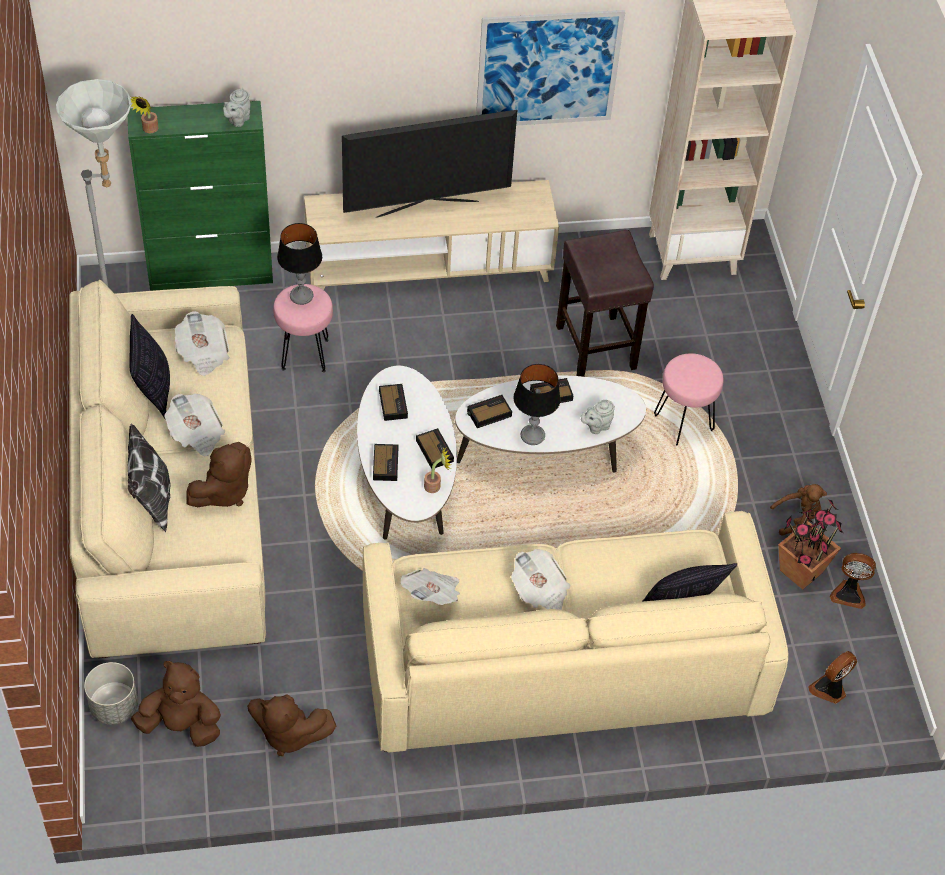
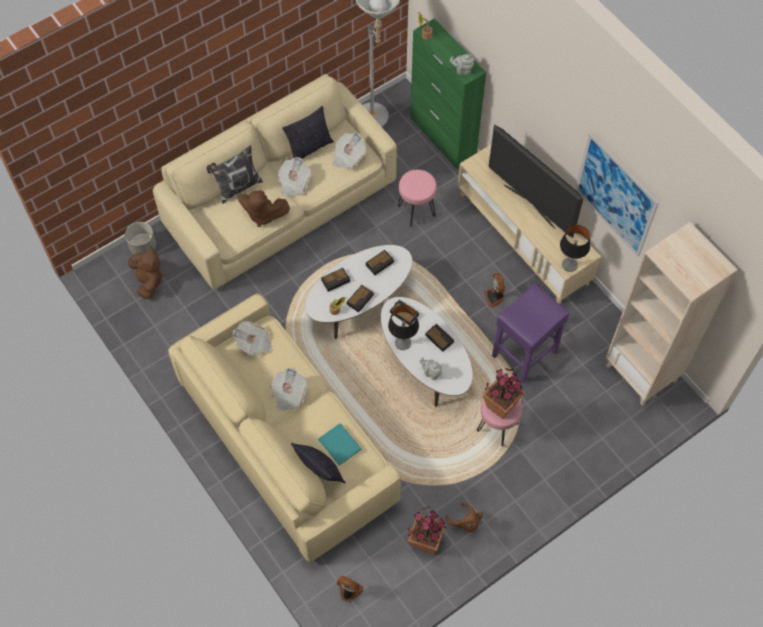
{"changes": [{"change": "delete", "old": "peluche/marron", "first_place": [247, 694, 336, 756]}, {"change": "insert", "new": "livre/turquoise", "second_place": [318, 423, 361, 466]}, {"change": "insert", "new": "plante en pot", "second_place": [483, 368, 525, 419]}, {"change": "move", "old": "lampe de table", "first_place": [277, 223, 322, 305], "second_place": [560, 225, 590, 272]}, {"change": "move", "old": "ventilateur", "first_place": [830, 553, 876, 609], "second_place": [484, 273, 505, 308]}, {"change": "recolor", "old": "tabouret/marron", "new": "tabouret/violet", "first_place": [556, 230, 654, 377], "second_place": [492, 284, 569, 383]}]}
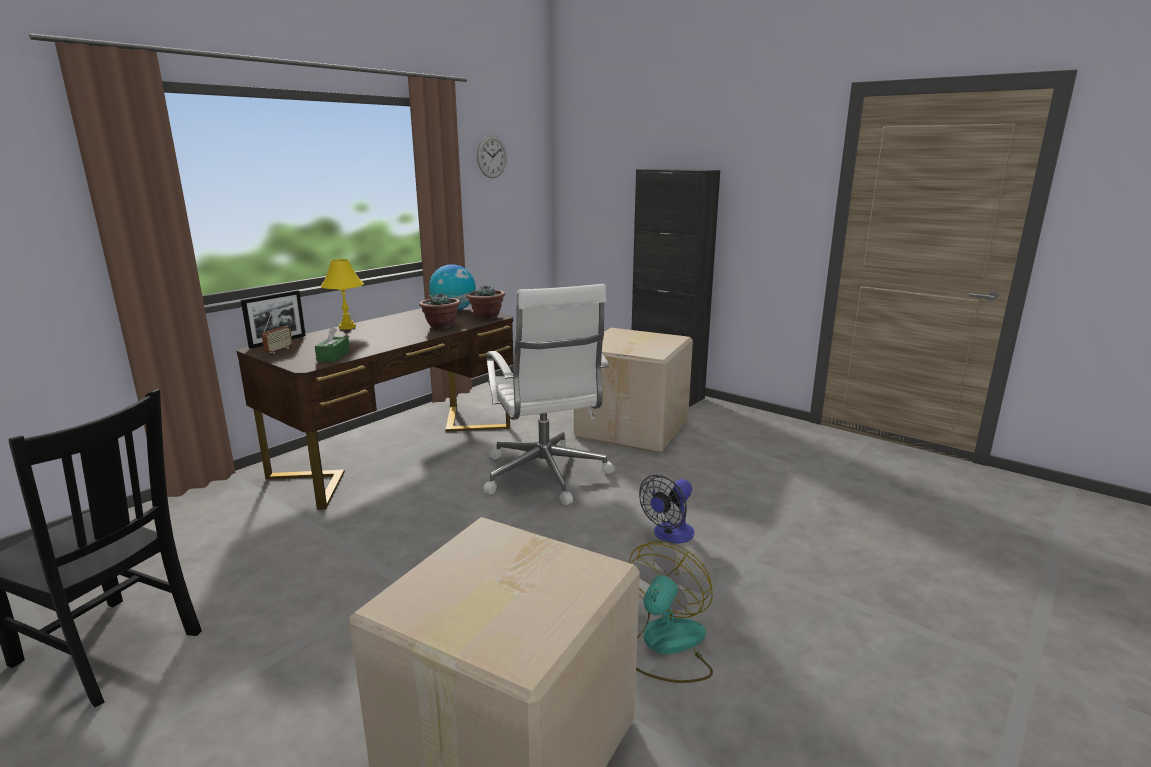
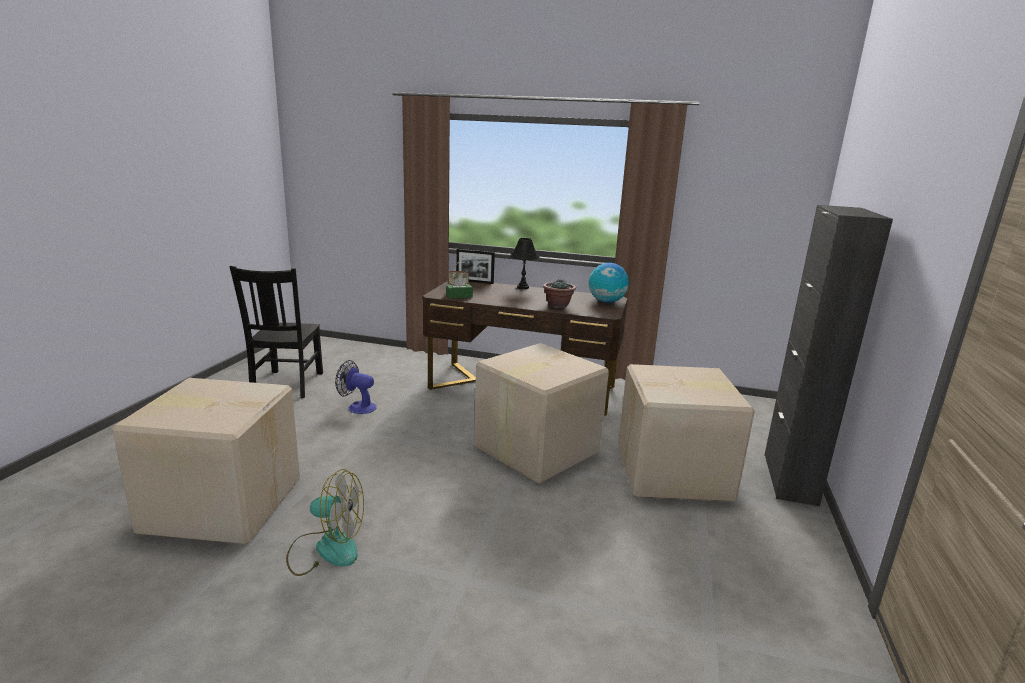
{"changes": [{"change": "delete", "old": "plante en pot", "first_place": [466, 285, 505, 319]}, {"change": "delete", "old": "horloge murale", "first_place": [477, 135, 507, 178]}, {"change": "move", "old": "ventilateur", "first_place": [639, 475, 694, 544], "second_place": [335, 360, 377, 414]}, {"change": "replace", "old": "chaise de bureau/blanc", "new": "carton", "first_place": [483, 284, 615, 505], "second_place": [474, 343, 609, 484]}, {"change": "recolor", "old": "lampe de table/jaune", "new": "lampe de table/noir", "first_place": [321, 259, 364, 330], "second_place": [510, 238, 540, 289]}]}
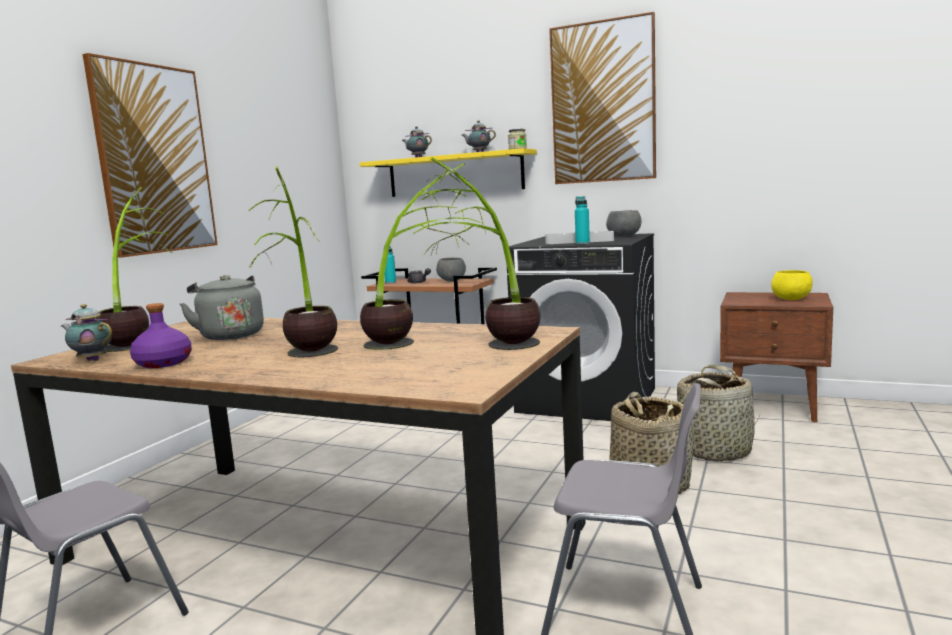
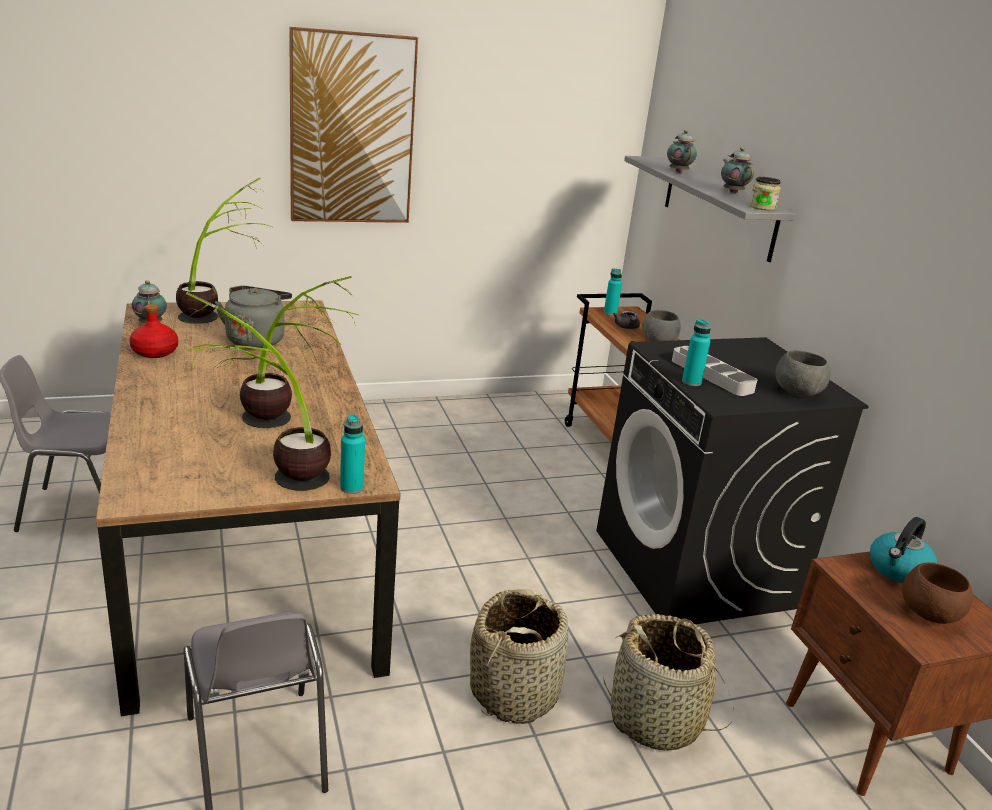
{"changes": [{"change": "delete", "old": "plante en pot", "first_place": [249, 167, 338, 357]}, {"change": "delete", "old": "tableau", "first_place": [549, 12, 656, 184]}, {"change": "insert", "new": "bouteille/turquoise", "second_place": [340, 414, 365, 494]}, {"change": "insert", "new": "bouilloire", "second_place": [870, 517, 937, 583]}, {"change": "recolor", "old": "bouteille/violet", "new": "bouteille/rouge", "first_place": [130, 303, 192, 368], "second_place": [129, 304, 178, 358]}, {"change": "recolor", "old": "étagère/jaune", "new": "étagère/gris", "first_place": [360, 148, 537, 197], "second_place": [624, 156, 796, 262]}, {"change": "recolor", "old": "bol/jaune", "new": "bol/marron", "first_place": [771, 270, 813, 300], "second_place": [902, 562, 973, 624]}]}
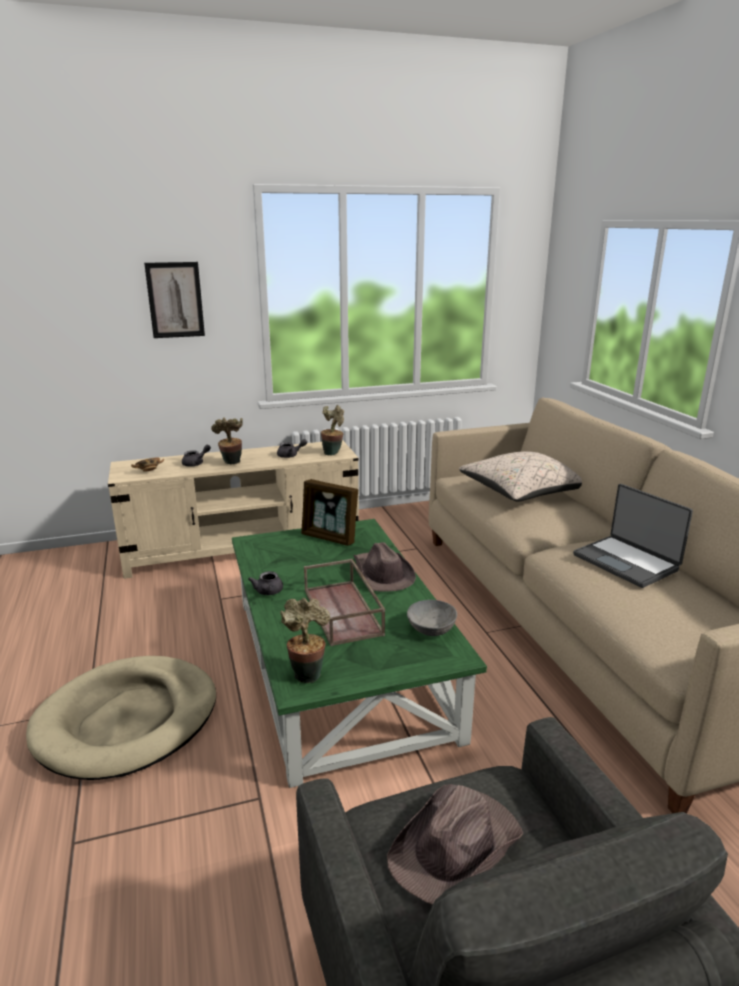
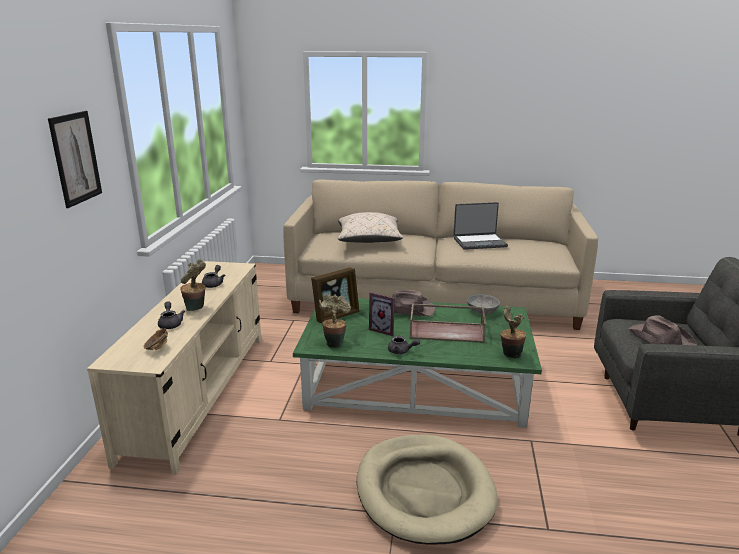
{"changes": [{"change": "insert", "new": "cadre photo", "second_place": [369, 292, 395, 336]}, {"change": "move", "old": "plante en pot", "first_place": [321, 405, 344, 455], "second_place": [319, 294, 351, 348]}]}
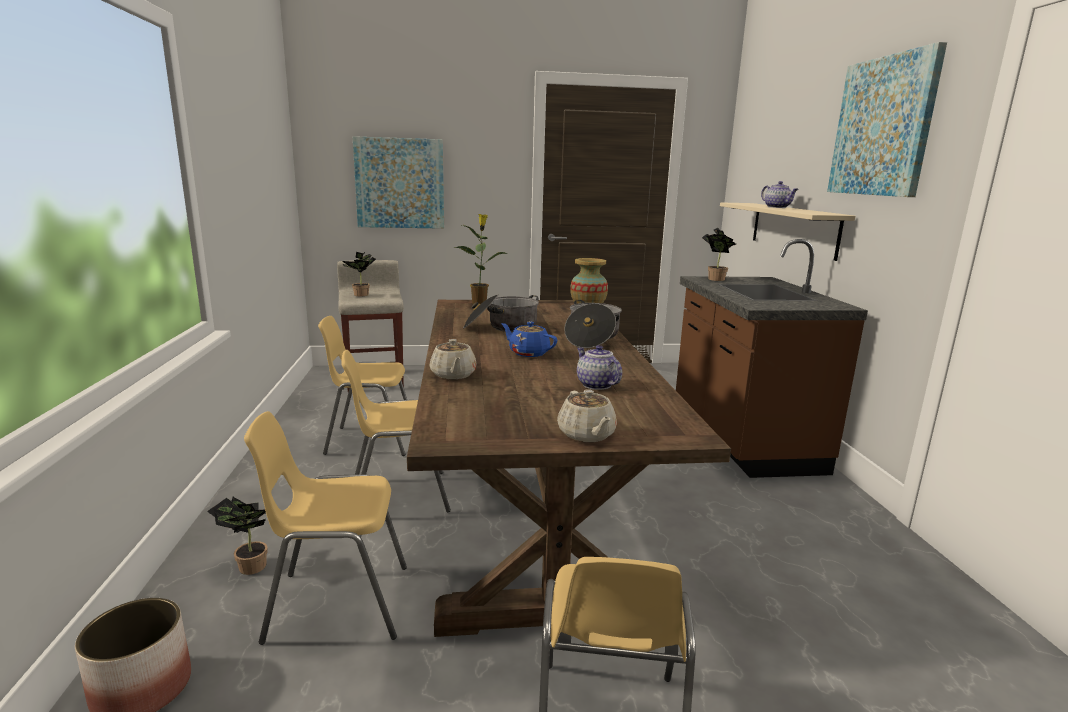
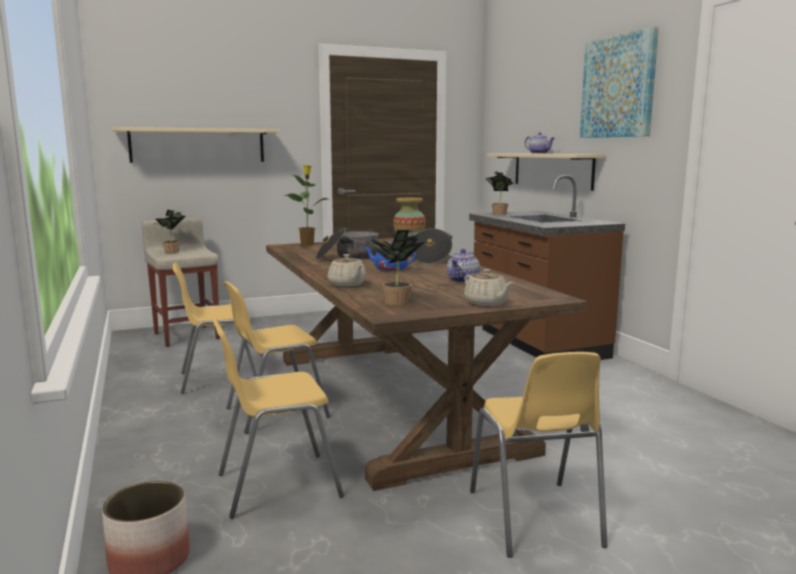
{"changes": [{"change": "move", "old": "plante en pot", "first_place": [207, 497, 268, 575], "second_place": [365, 228, 426, 306]}, {"change": "replace", "old": "tableau", "new": "étagère/beige", "first_place": [353, 136, 444, 229], "second_place": [112, 127, 280, 163]}, {"change": "rotate", "old": "théière", "first_place": [577, 345, 622, 390], "second_place": [447, 249, 480, 283], "degrees": -105}]}
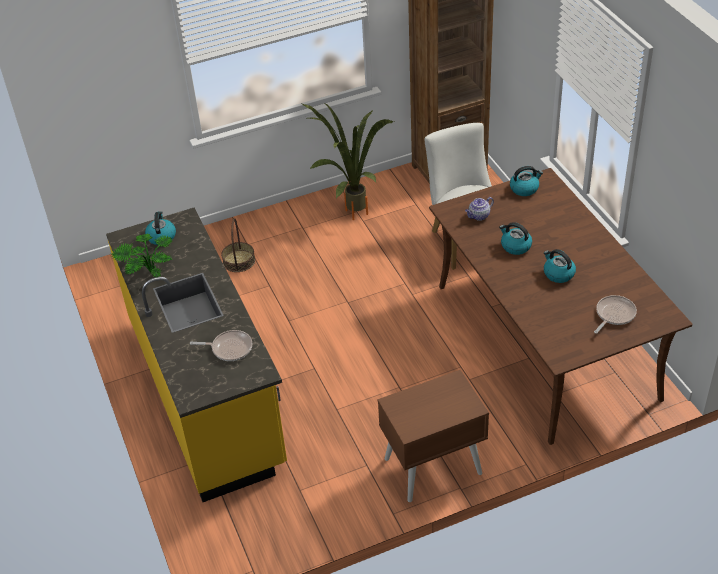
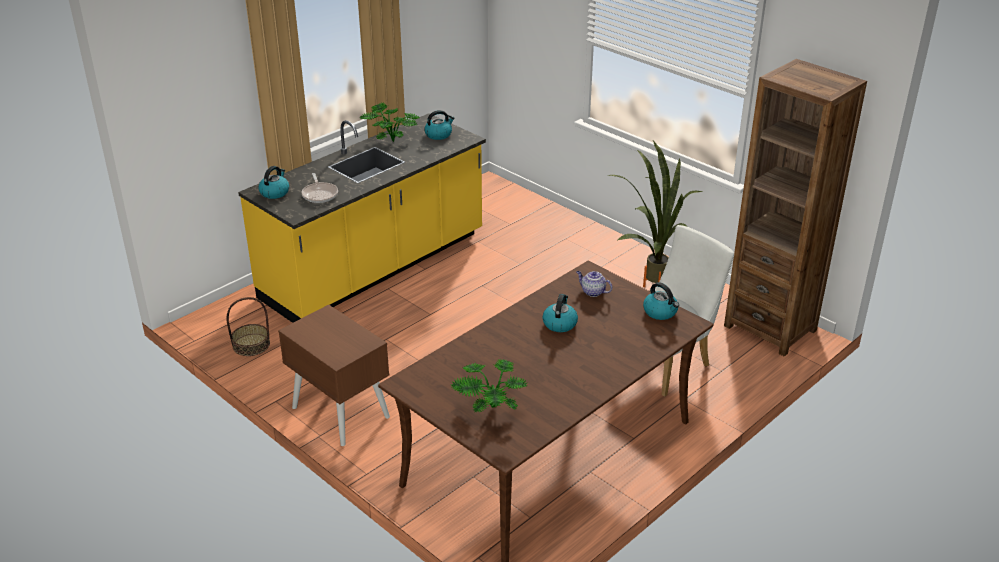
{"changes": [{"change": "move", "old": "panier", "first_place": [221, 218, 255, 272], "second_place": [227, 297, 270, 356]}, {"change": "move", "old": "bouilloire", "first_place": [544, 249, 576, 283], "second_place": [258, 166, 289, 199]}, {"change": "replace", "old": "poêle", "new": "plante en pot", "first_place": [594, 295, 637, 334], "second_place": [451, 359, 528, 413]}]}
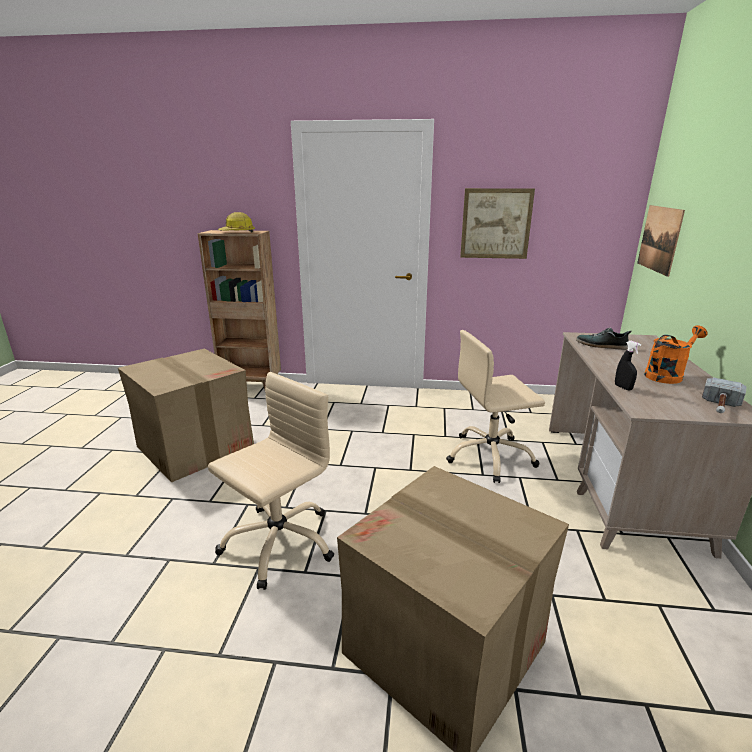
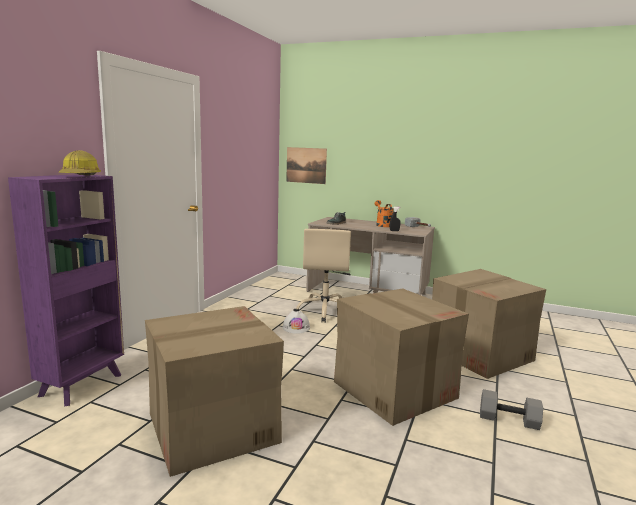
{"changes": [{"change": "delete", "old": "tableau", "first_place": [460, 188, 535, 259]}, {"change": "insert", "new": "casque de chantier/blanc", "second_place": [282, 311, 310, 334]}, {"change": "insert", "new": "haltère/gris", "second_place": [480, 389, 543, 430]}, {"change": "replace", "old": "chaise de bureau/beige", "new": "carton", "first_place": [208, 372, 334, 590], "second_place": [334, 288, 469, 426]}, {"change": "recolor", "old": "bibliothèque/marron", "new": "bibliothèque/violet", "first_place": [198, 230, 281, 393], "second_place": [8, 174, 124, 406]}]}
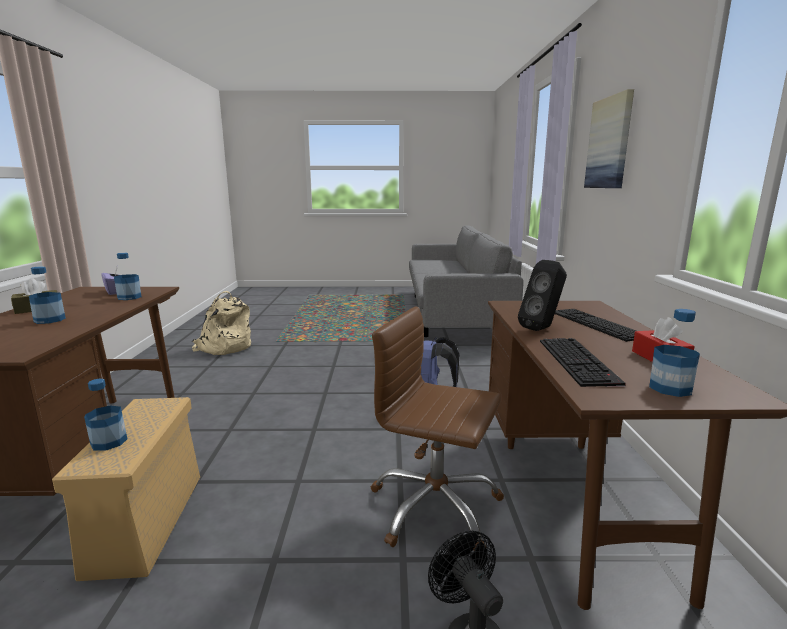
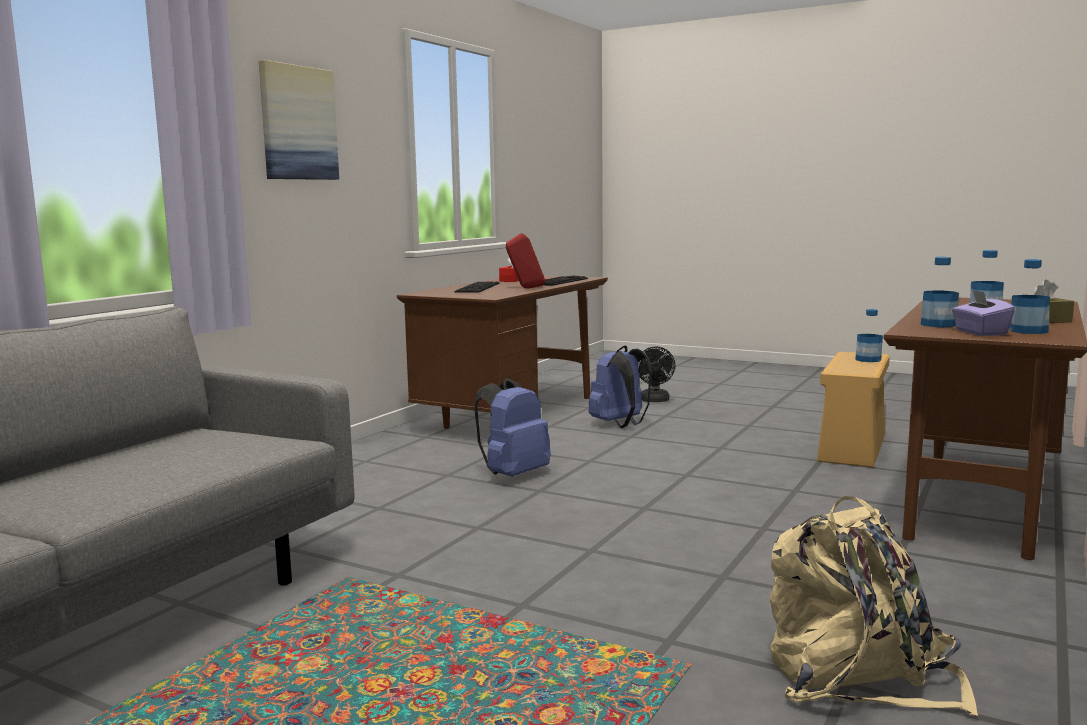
{"changes": [{"change": "move", "old": "bouteille", "first_place": [649, 309, 700, 397], "second_place": [1009, 259, 1050, 334]}, {"change": "replace", "old": "chaise de bureau/marron", "new": "sac à dos/bleu", "first_place": [371, 306, 504, 551], "second_place": [588, 345, 652, 428]}, {"change": "recolor", "old": "enceinte/noir", "new": "enceinte/rouge", "first_place": [518, 260, 567, 331], "second_place": [506, 233, 545, 288]}]}
